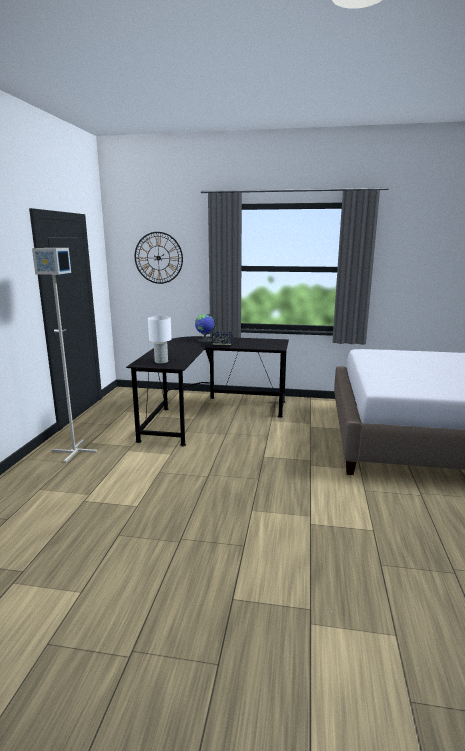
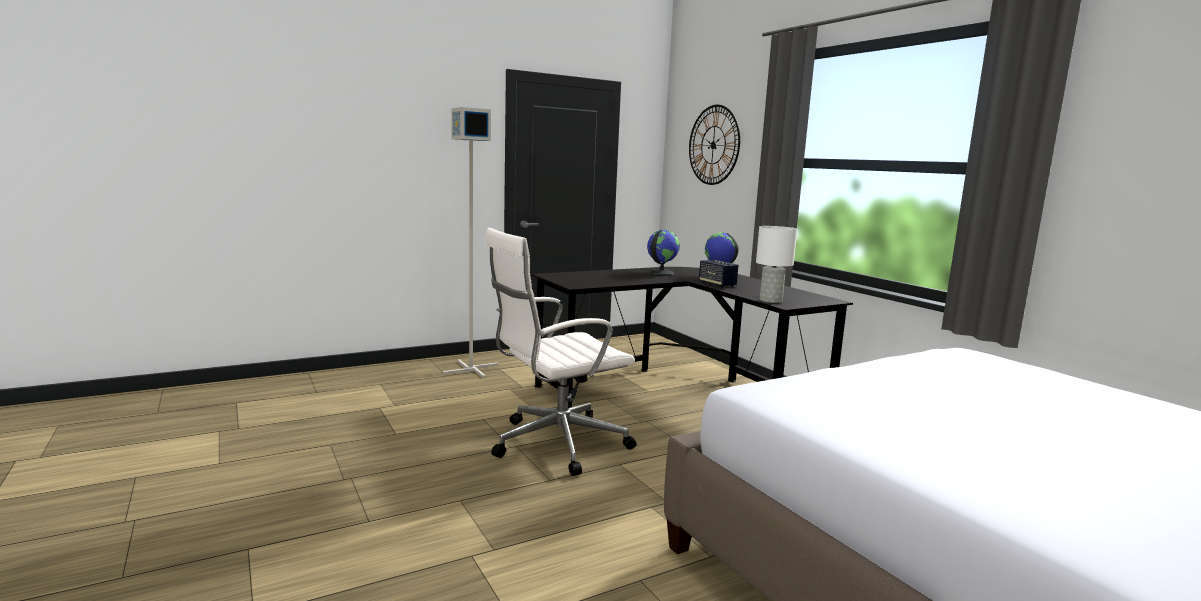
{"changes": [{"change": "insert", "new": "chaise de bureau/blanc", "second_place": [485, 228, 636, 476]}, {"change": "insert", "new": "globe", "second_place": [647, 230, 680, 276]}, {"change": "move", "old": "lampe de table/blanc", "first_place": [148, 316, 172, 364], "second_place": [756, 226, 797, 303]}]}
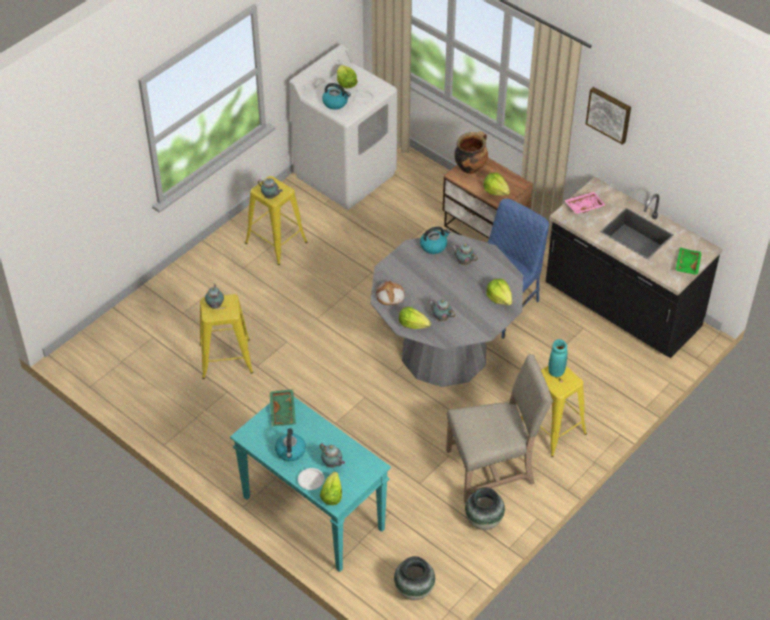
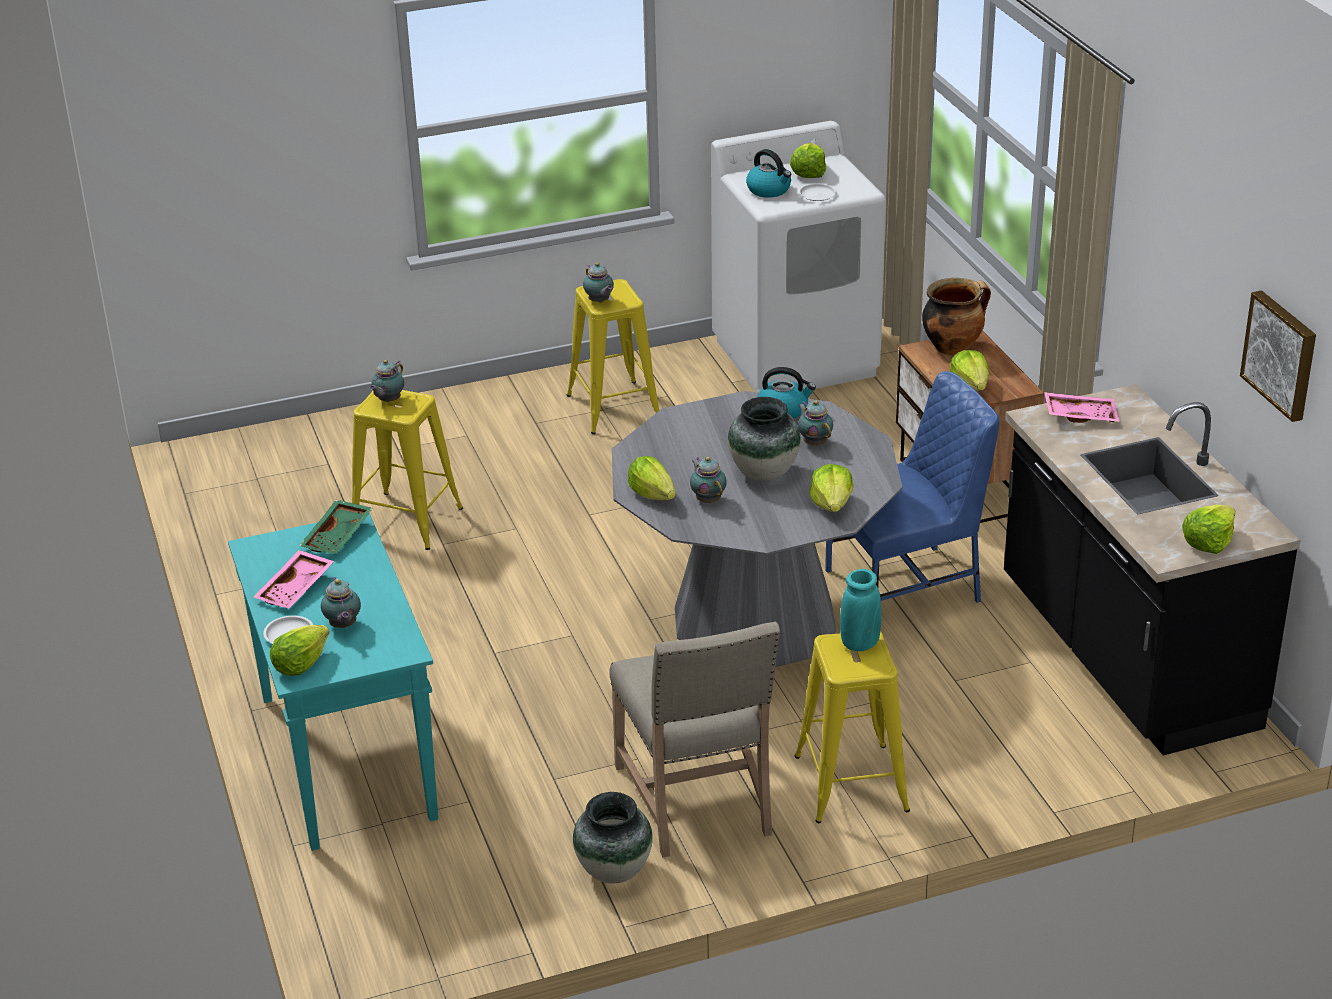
{"changes": [{"change": "delete", "old": "pain", "first_place": [376, 281, 405, 305]}, {"change": "move", "old": "vase", "first_place": [394, 556, 435, 600], "second_place": [728, 397, 801, 481]}, {"change": "move", "old": "tableau", "first_place": [586, 87, 631, 145], "second_place": [1240, 290, 1316, 422]}, {"change": "replace", "old": "bouilloire", "new": "plateau/rose", "first_place": [275, 429, 306, 461], "second_place": [254, 550, 334, 609]}, {"change": "replace", "old": "plateau/vert", "new": "laitue", "first_place": [675, 248, 702, 275], "second_place": [1182, 504, 1235, 554]}, {"change": "rotate", "old": "chaise/beige", "first_place": [446, 354, 553, 503], "second_place": [609, 622, 780, 858], "degrees": 60}]}
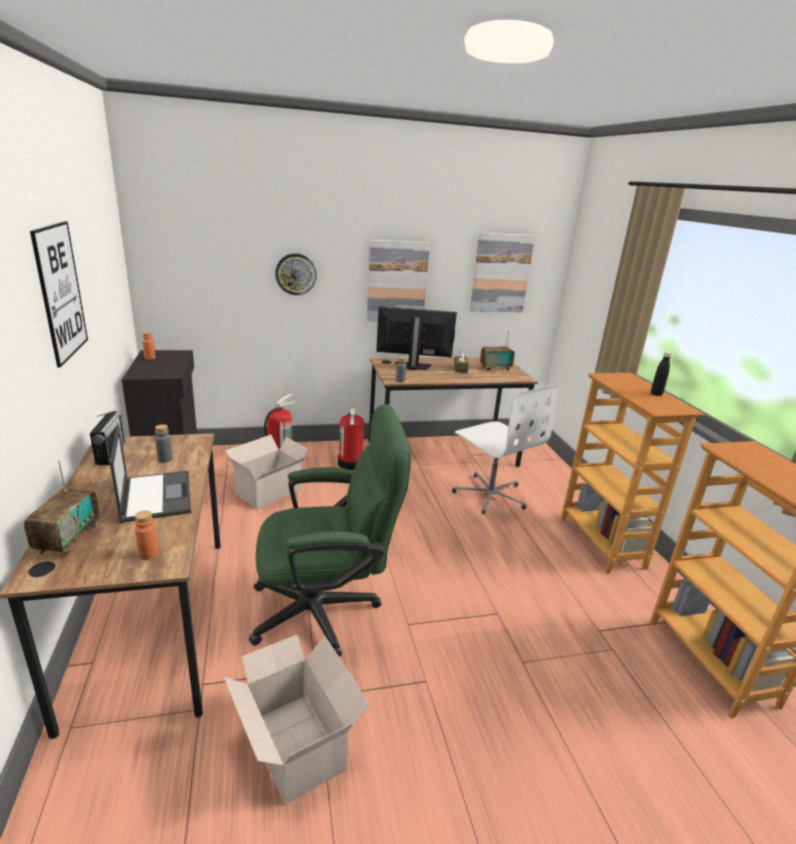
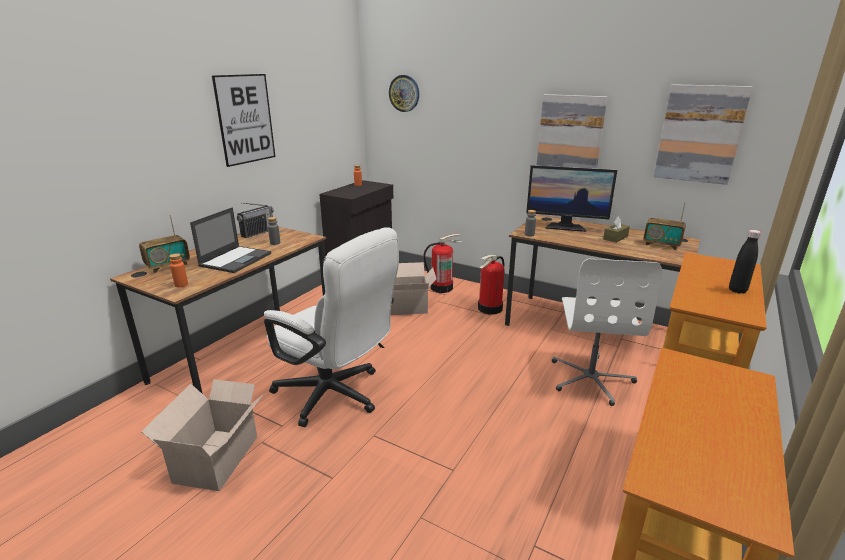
{"changes": [{"change": "move", "old": "horloge murale", "first_place": [275, 253, 317, 295], "second_place": [389, 75, 419, 112]}, {"change": "recolor", "old": "chaise de bureau/vert", "new": "chaise de bureau/blanc", "first_place": [249, 404, 411, 656], "second_place": [264, 227, 399, 427]}, {"change": "rotate", "old": "écran d'ordinateur", "first_place": [376, 306, 457, 370], "second_place": [526, 165, 617, 232], "degrees": 150}]}
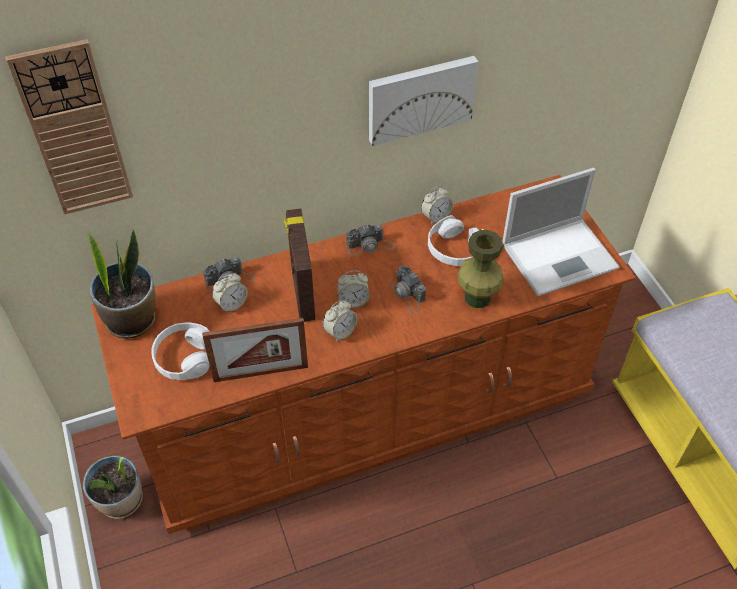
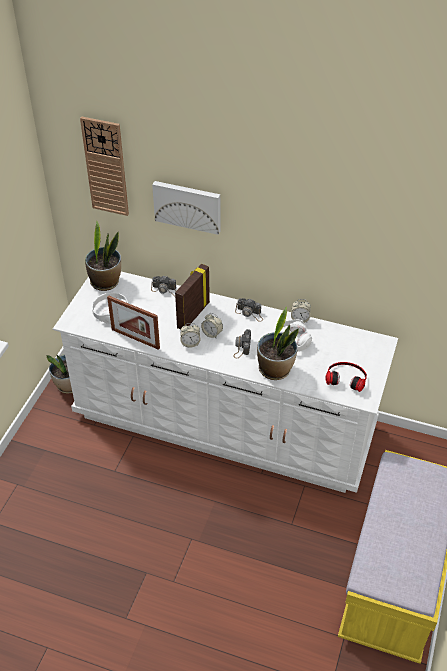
{"changes": [{"change": "delete", "old": "réveil", "first_place": [212, 272, 248, 313]}, {"change": "move", "old": "tableau", "first_place": [369, 56, 478, 146], "second_place": [152, 181, 220, 235]}, {"change": "replace", "old": "vase/vert", "new": "plante en pot", "first_place": [457, 230, 503, 308], "second_place": [257, 307, 299, 380]}, {"change": "replace", "old": "ordinateur portable", "new": "casque audio", "first_place": [502, 168, 620, 296], "second_place": [325, 362, 367, 392]}, {"change": "recolor", "old": "commode/marron", "new": "commode/blanc", "first_place": [91, 175, 636, 534], "second_place": [53, 272, 398, 493]}]}
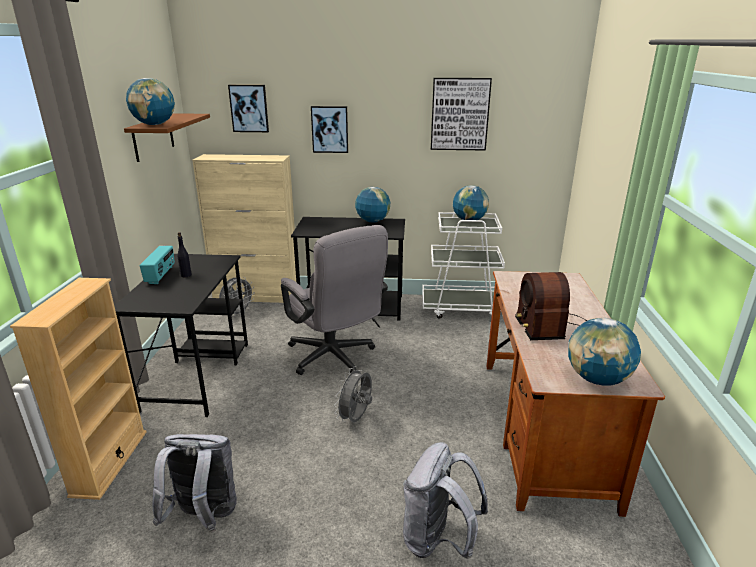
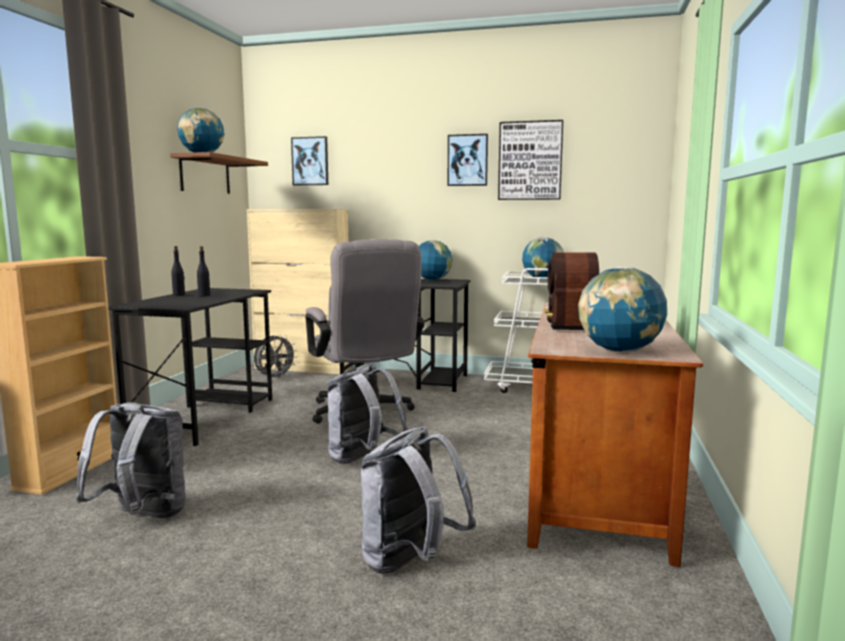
{"changes": [{"change": "move", "old": "tableau", "first_place": [311, 106, 348, 153], "second_place": [448, 134, 488, 186]}, {"change": "replace", "old": "radio", "new": "bouteille/noir", "first_place": [140, 246, 175, 284], "second_place": [171, 246, 185, 296]}, {"change": "replace", "old": "ventilateur/gris", "new": "sac à dos/gris", "first_place": [334, 366, 372, 422], "second_place": [327, 364, 409, 464]}]}
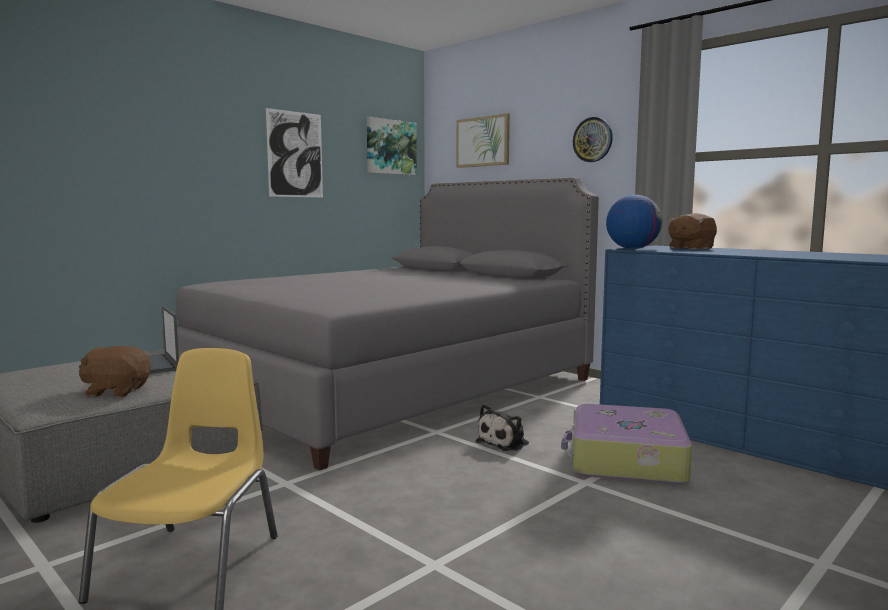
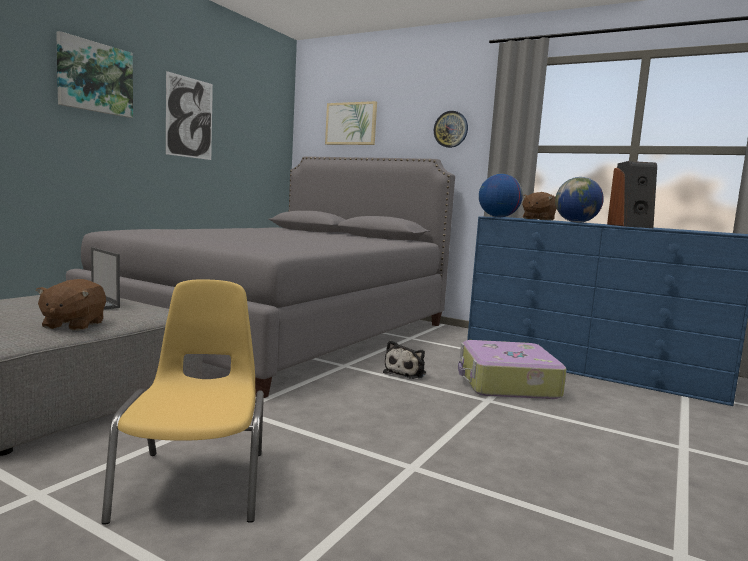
{"changes": [{"change": "insert", "new": "globe", "second_place": [555, 177, 604, 223]}, {"change": "insert", "new": "enceinte", "second_place": [607, 161, 657, 228]}, {"change": "move", "old": "tableau", "first_place": [367, 117, 417, 175], "second_place": [56, 31, 133, 118]}, {"change": "rotate", "old": "peluche/marron", "first_place": [79, 346, 151, 397], "second_place": [36, 279, 106, 331], "degrees": -75}]}
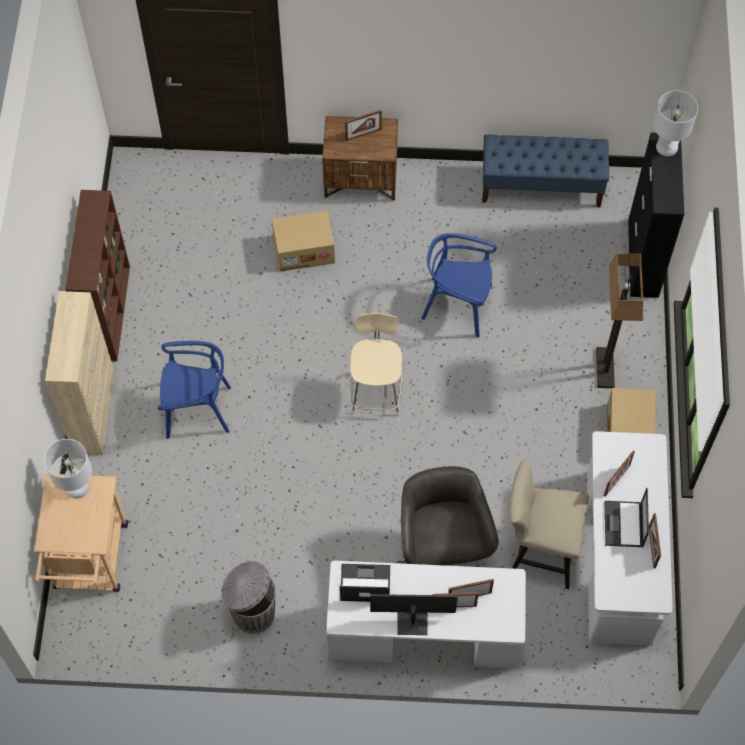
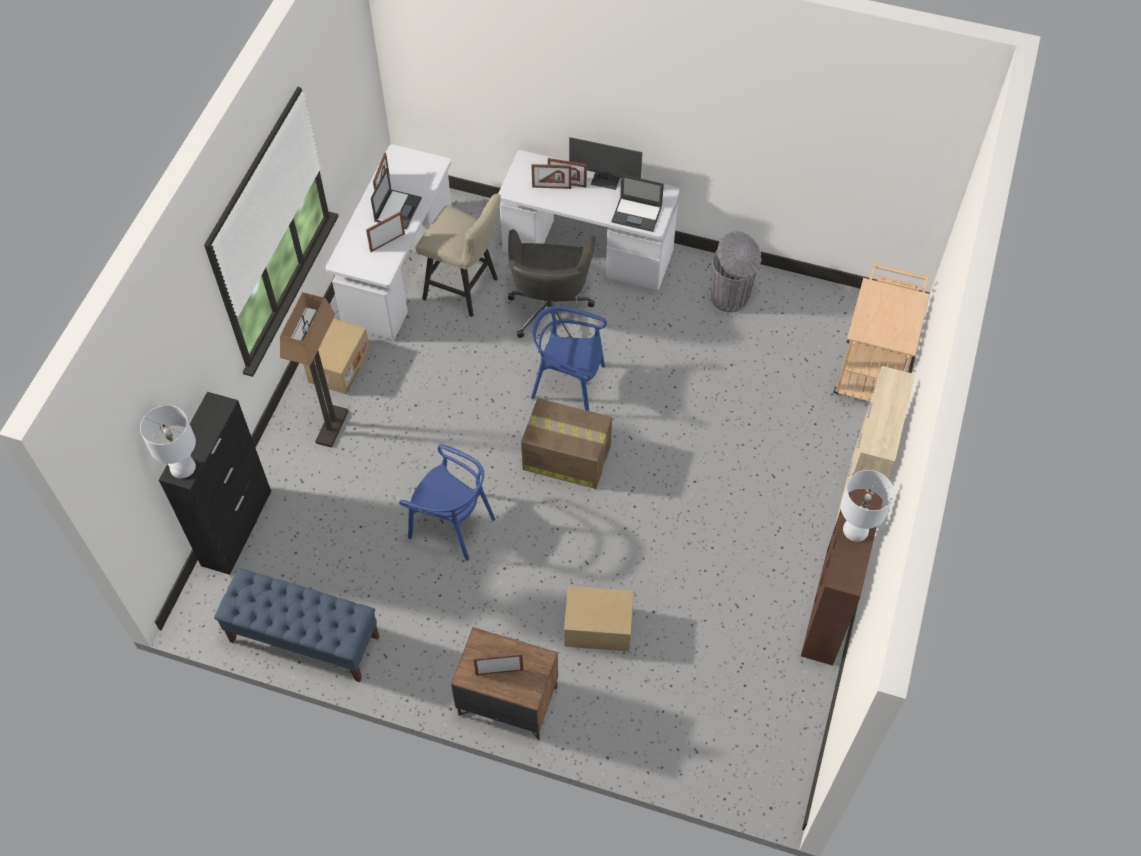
{"changes": [{"change": "move", "old": "lampe de table/blanc", "first_place": [44, 439, 92, 499], "second_place": [841, 470, 894, 542]}, {"change": "move", "old": "chaise/bleu", "first_place": [158, 341, 231, 439], "second_place": [531, 306, 607, 411]}, {"change": "replace", "old": "tabouret/beige", "new": "carton", "first_place": [350, 313, 402, 415], "second_place": [521, 398, 612, 489]}]}
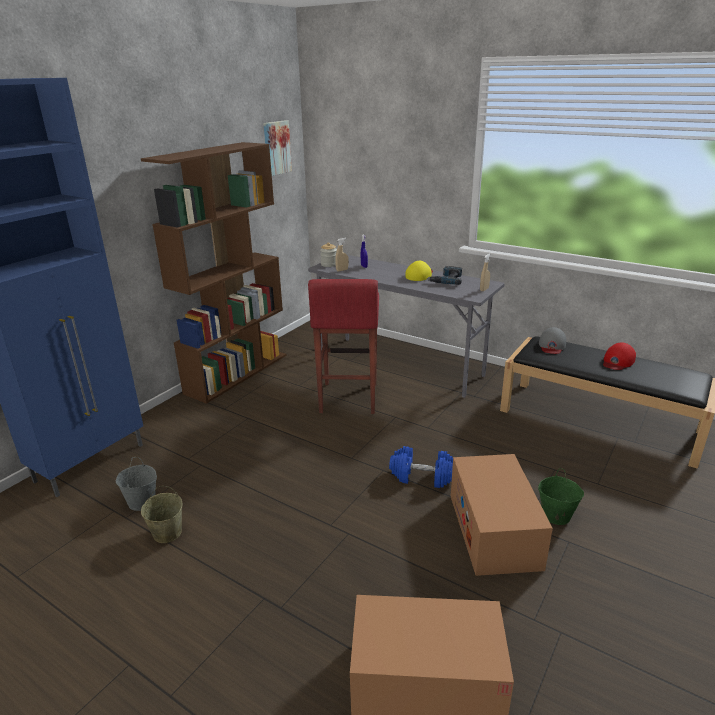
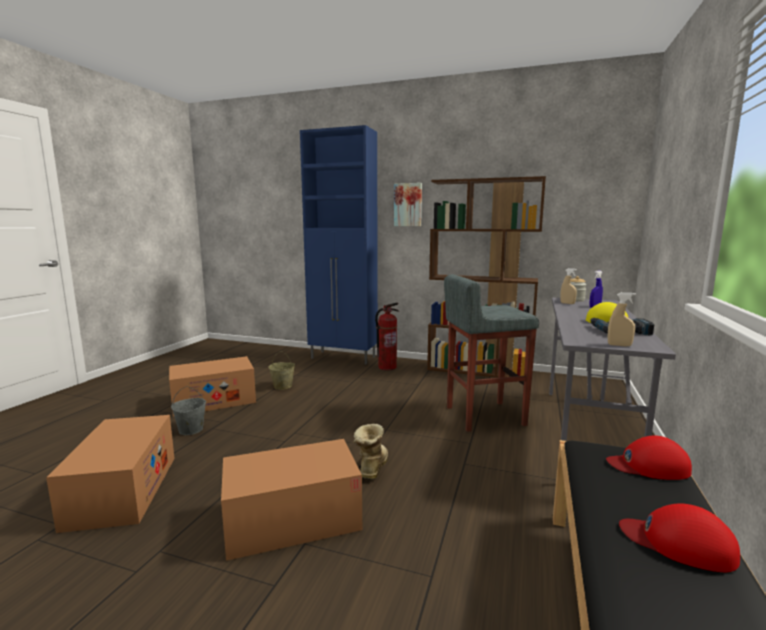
{"changes": [{"change": "delete", "old": "seau/vert", "first_place": [538, 468, 584, 525]}, {"change": "insert", "new": "carton", "second_place": [169, 356, 256, 417]}, {"change": "insert", "new": "extincteur", "second_place": [375, 302, 399, 370]}, {"change": "move", "old": "seau/gris", "first_place": [116, 457, 157, 511], "second_place": [171, 386, 206, 435]}, {"change": "move", "old": "tableau", "first_place": [264, 120, 292, 176], "second_place": [394, 183, 422, 226]}, {"change": "replace", "old": "haltère/bleu", "new": "botte", "first_place": [389, 446, 453, 488], "second_place": [354, 424, 388, 480]}, {"change": "recolor", "old": "tabouret/rouge", "new": "tabouret/gris", "first_place": [308, 279, 379, 414], "second_place": [444, 274, 539, 432]}, {"change": "recolor", "old": "casquette/gris", "new": "casquette/rouge", "first_place": [539, 327, 566, 354], "second_place": [606, 436, 692, 480]}]}
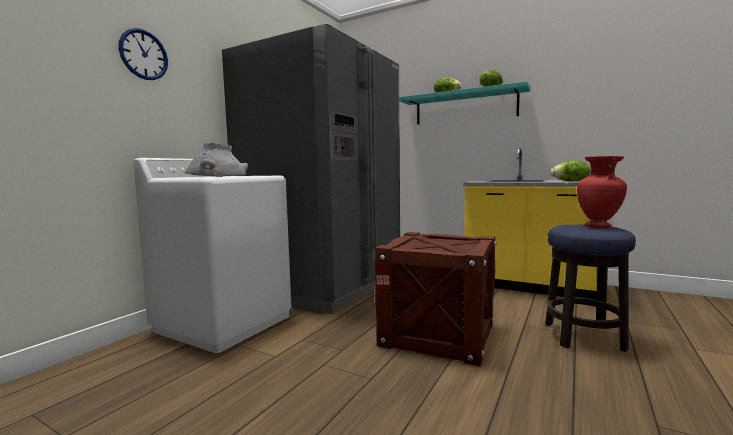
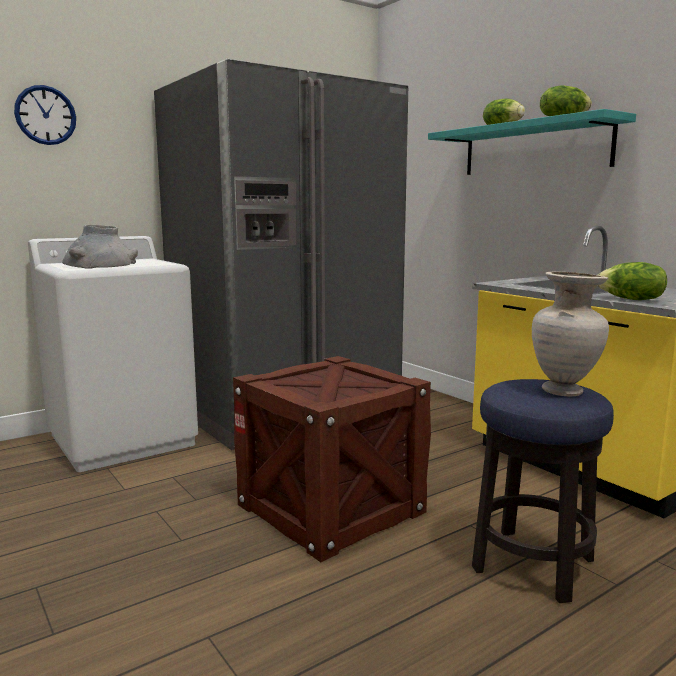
{"changes": [{"change": "recolor", "old": "vase/rouge", "new": "vase/beige", "first_place": [577, 156, 627, 228], "second_place": [532, 271, 609, 396]}]}
